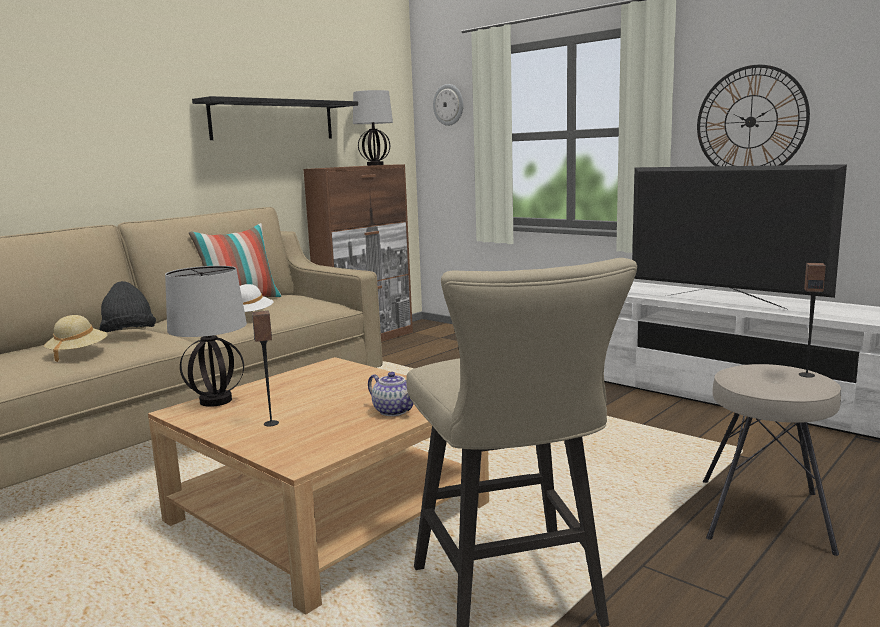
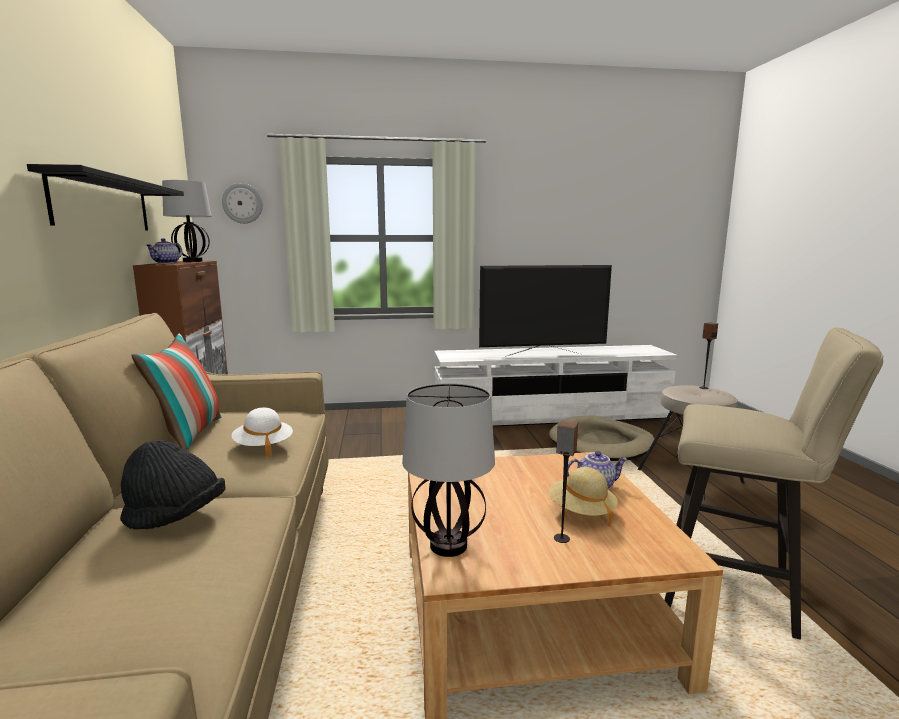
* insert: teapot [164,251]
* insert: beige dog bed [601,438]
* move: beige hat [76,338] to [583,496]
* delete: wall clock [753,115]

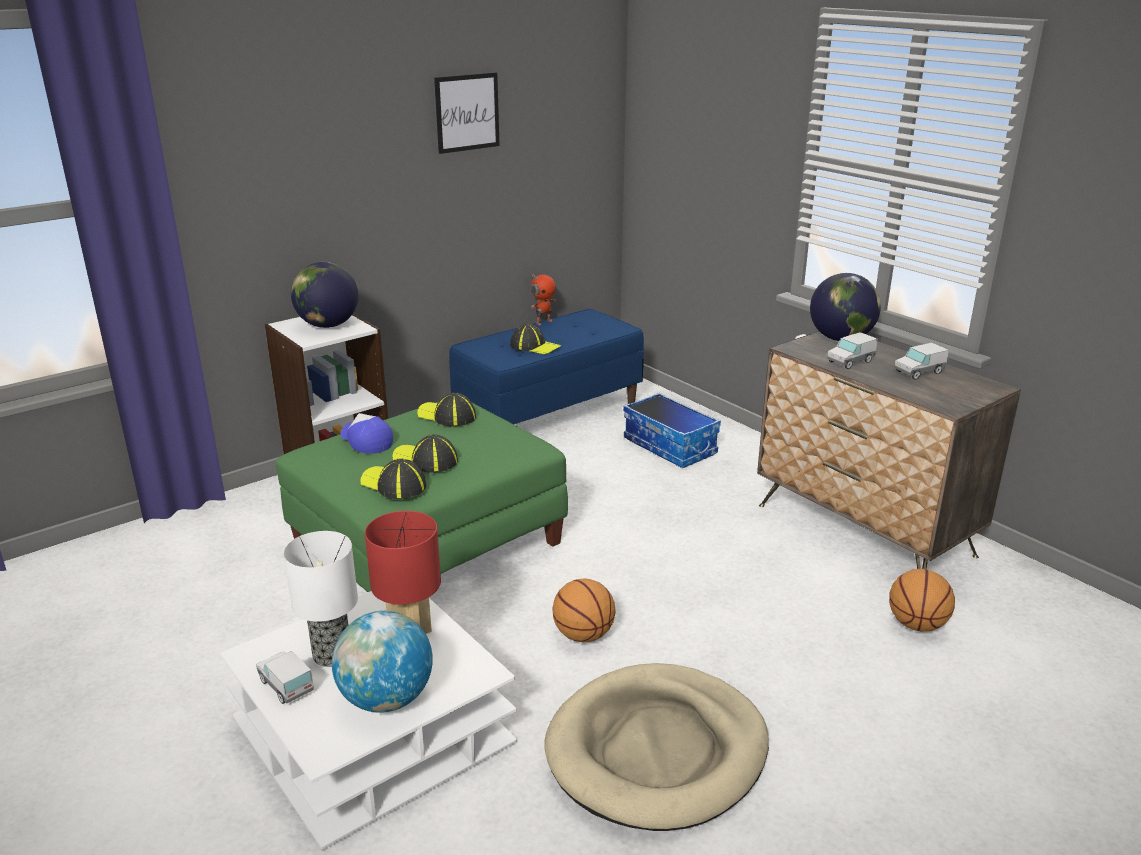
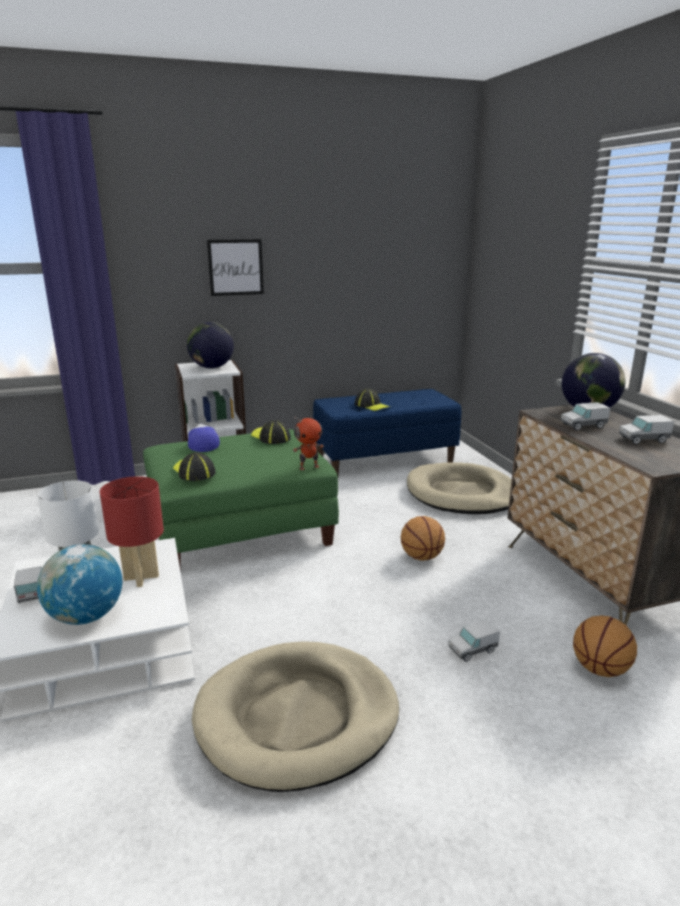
* move: picture [467,113] to [235,267]
* move: toy robot [543,299] to [308,443]
* move: basketball [584,611] to [423,538]
* replace: storage box [672,430] to beige dog bed [459,488]
* insert: toy truck [474,640]
* delete: cap [425,453]

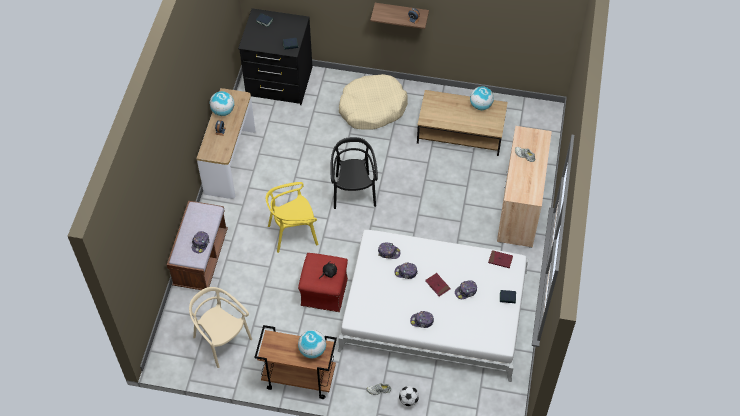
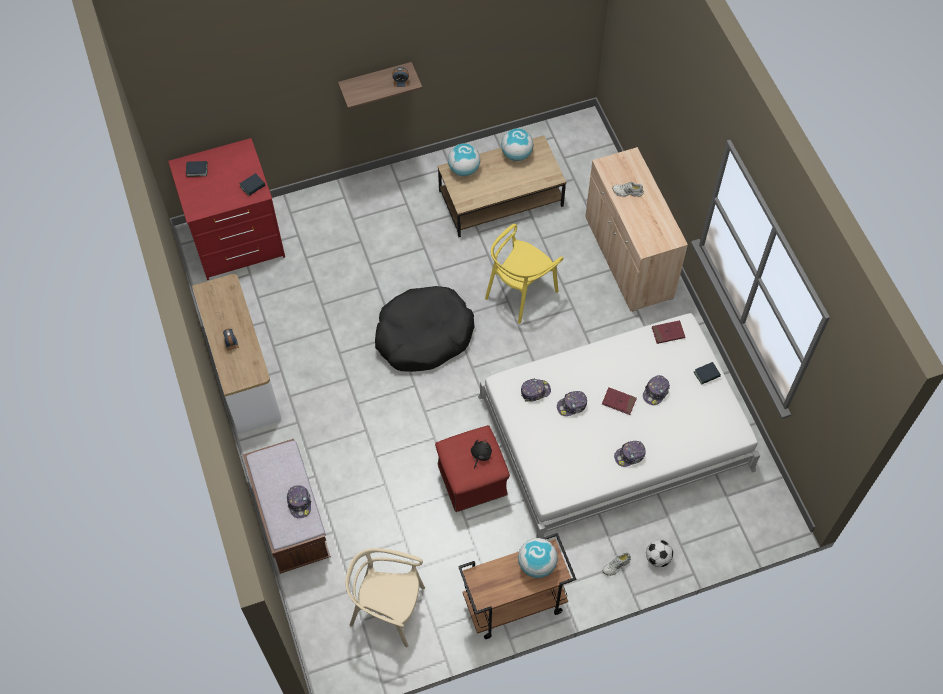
* recolor: black dresser [275,56] to red dresser [226,209]
* replace: black chair [354,173] to black dog bed [425,329]
* move: globe [222,103] to [464,159]
* move: yellow chair [292,217] to [524,274]
* delete: beige dog bed [373,102]

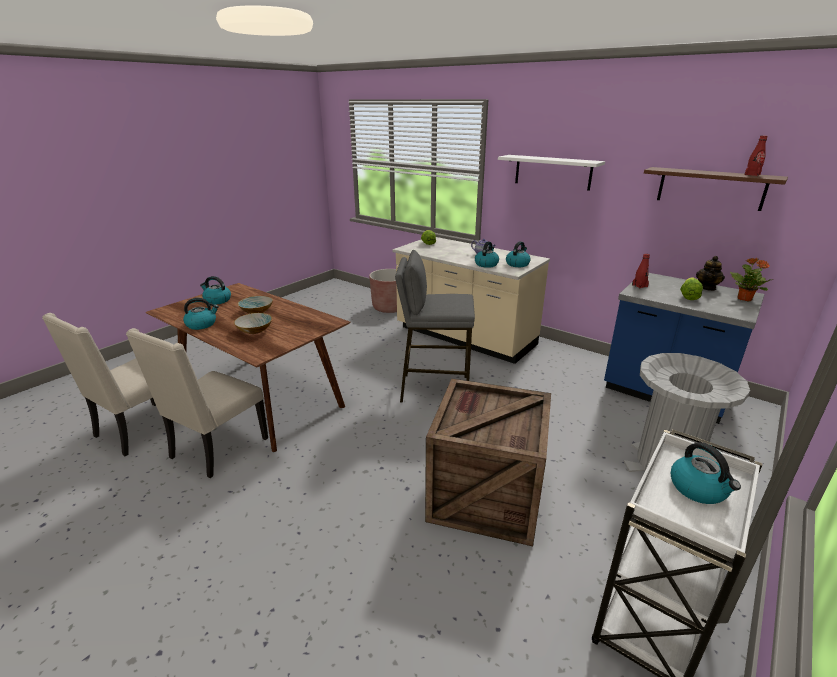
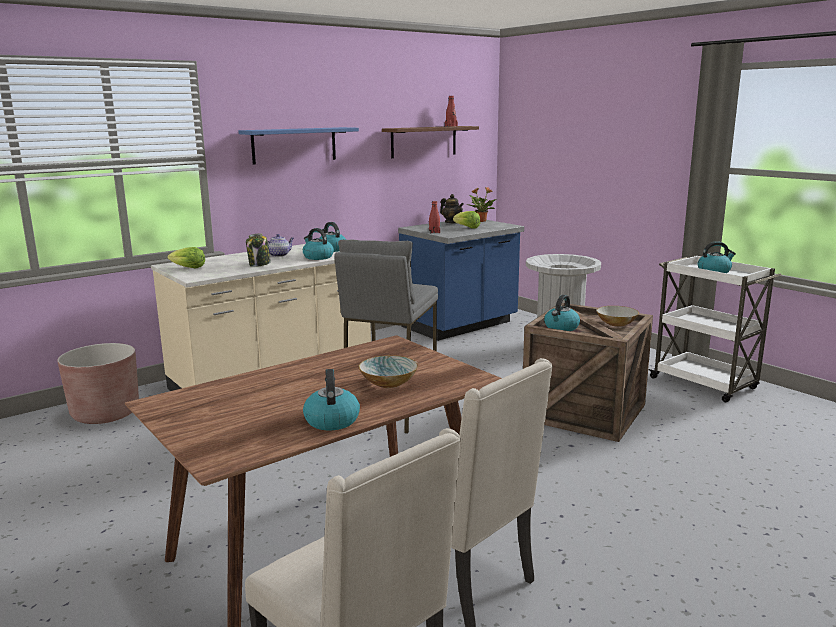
* recolor: white shelf [551,173] to blue shelf [298,146]
* insert: jar [258,250]
* move: kettle [215,290] to [562,313]
* move: bowl [255,305] to [617,316]

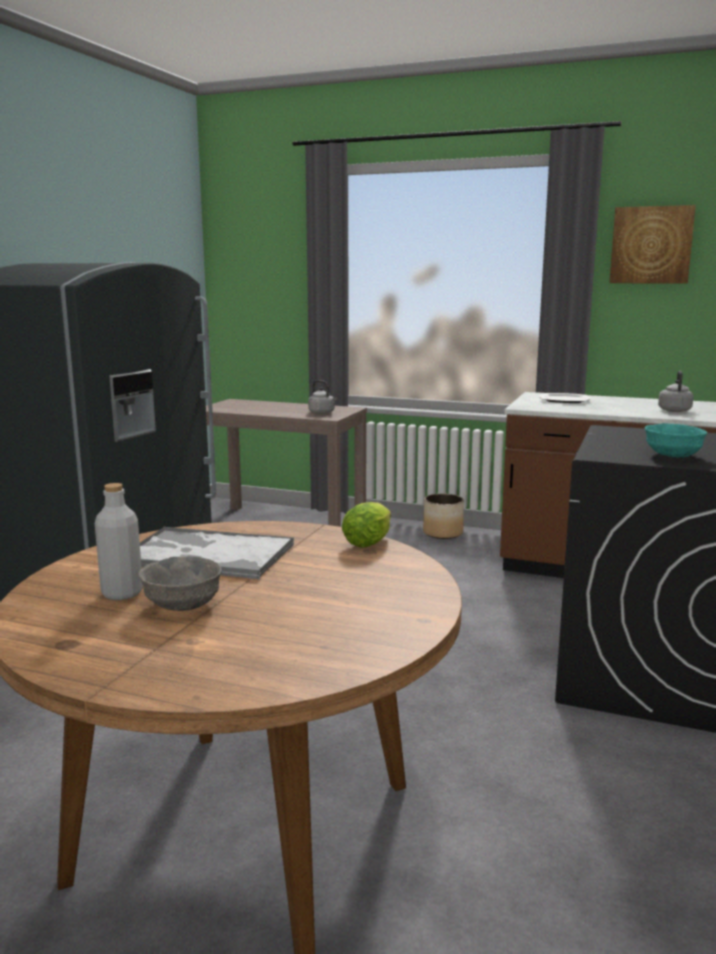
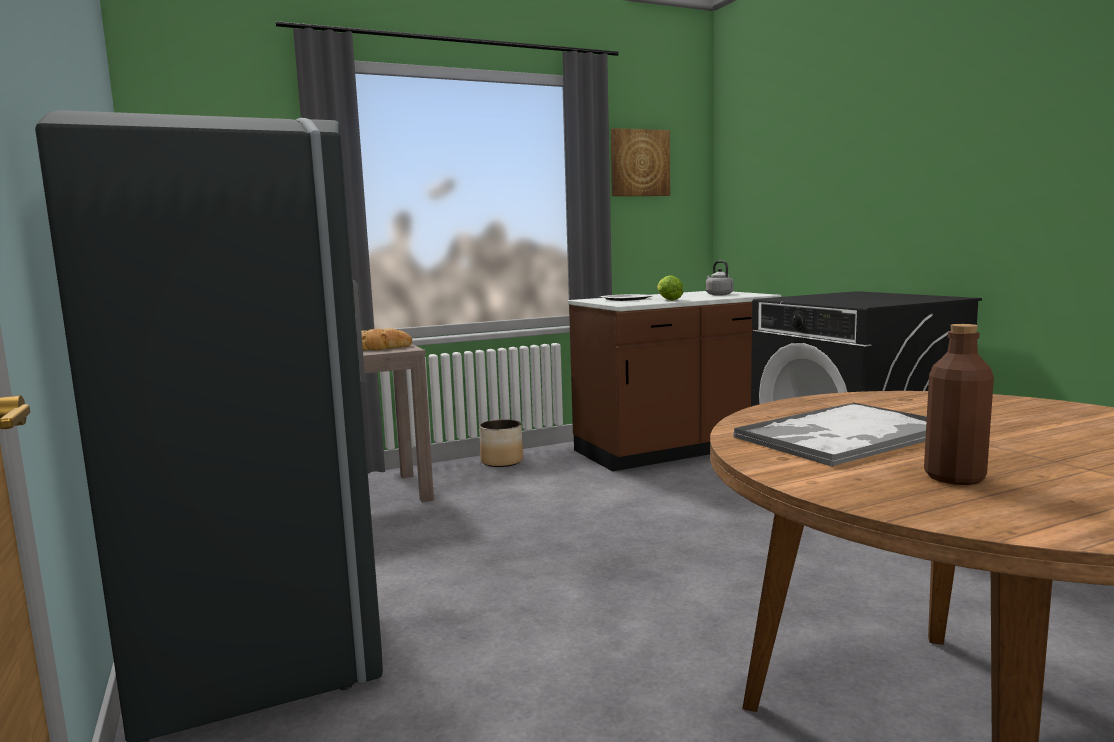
* replace: grey kettle [322,397] to bread [386,339]
* move: lettuce [366,525] to [670,288]
* recolor: grey bottle [119,541] to brown bottle [959,404]
* delete: grey bowl [180,583]
* delete: turquoise bowl [676,440]

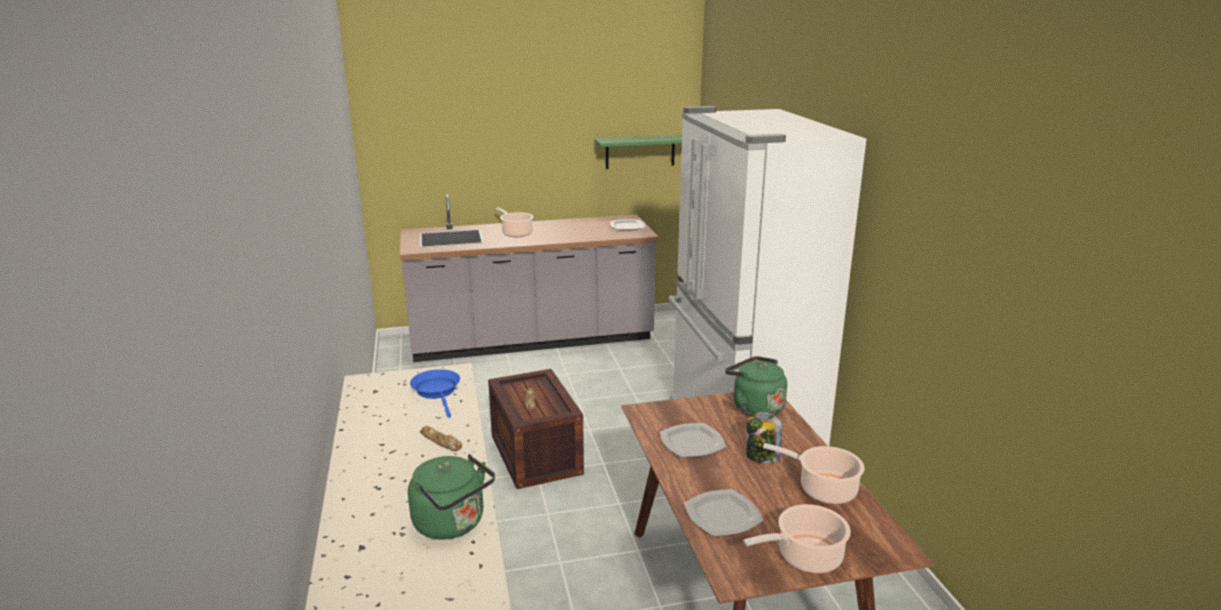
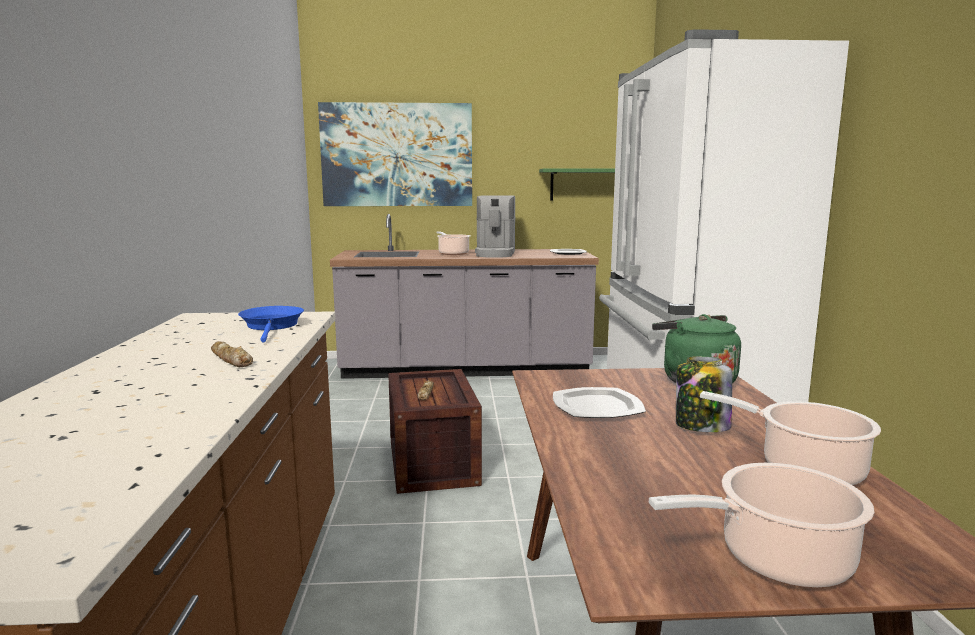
* insert: picture [395,154]
* insert: coffee machine [495,226]
* delete: green kettle [451,497]
* delete: plate [723,513]

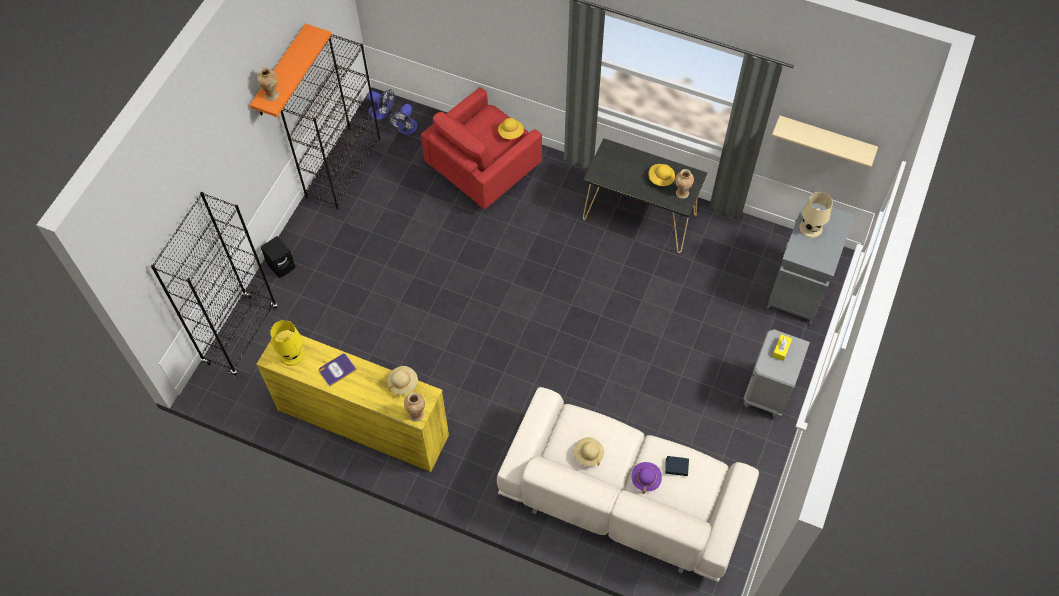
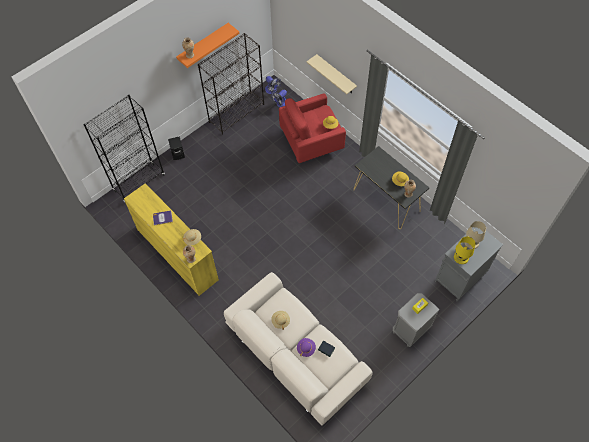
* move: beige shelf [825,141] to [332,74]
* move: yellow table lamp [287,343] to [465,250]

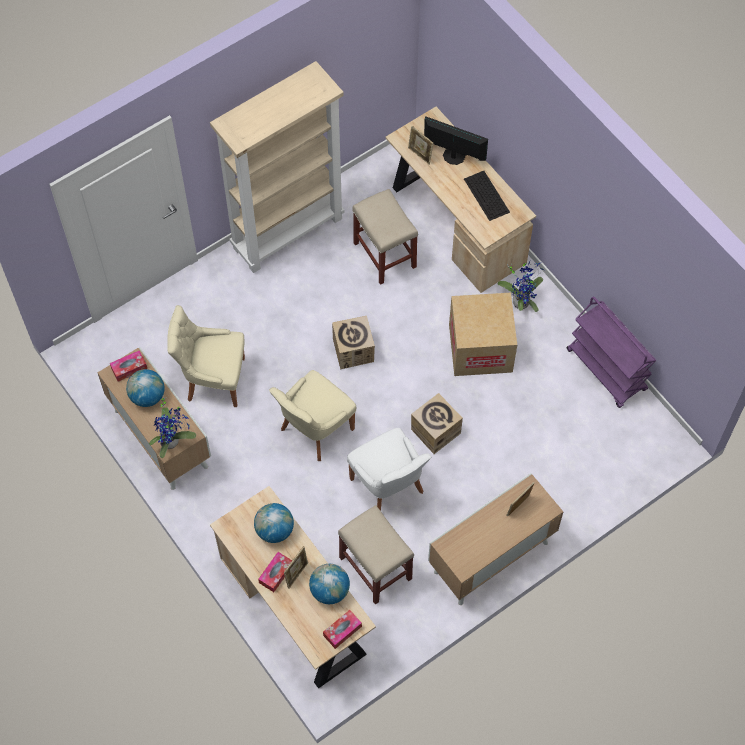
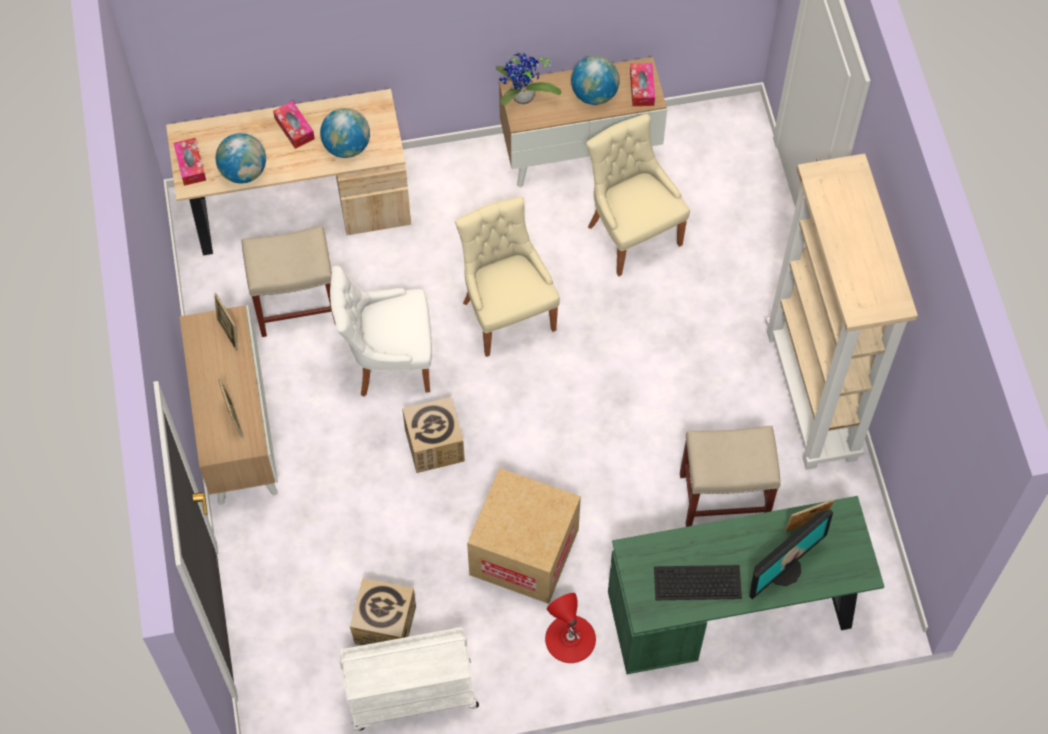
* move: picture frame [296,567] to [226,322]
* recolor: purple cart [611,352] to white cart [409,679]
* move: cardboard box [353,342] to [383,611]
* replace: potted plant [521,286] to red table lamp [570,628]
* rotate: beige chair [206,356] = [638,195] 60 degrees counterclockwise
* recolor: beige desk [460,200] to green desk [746,585]

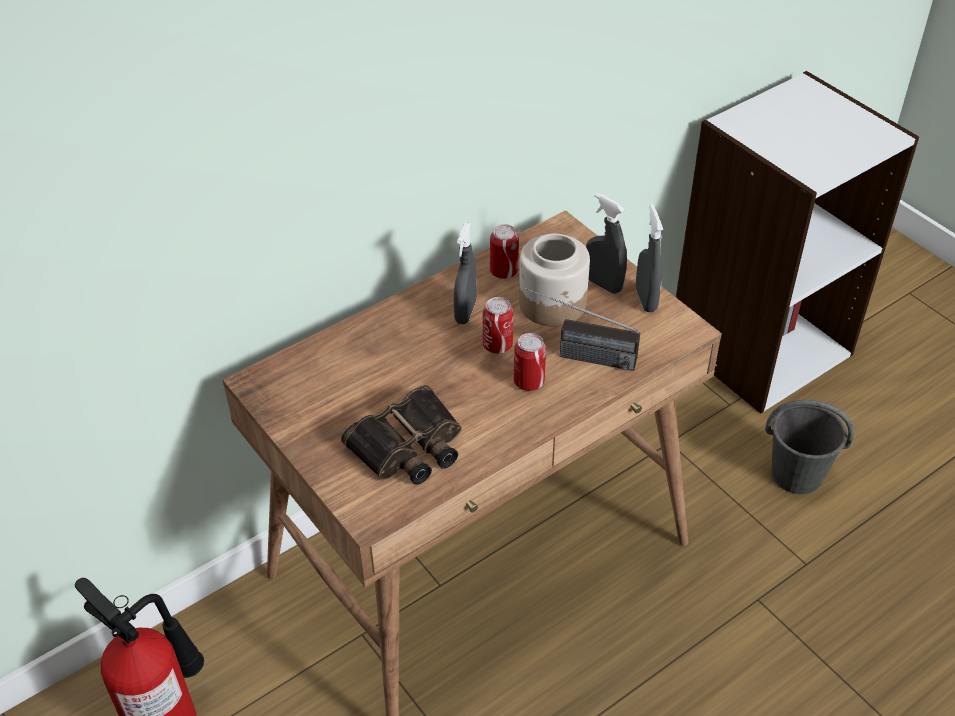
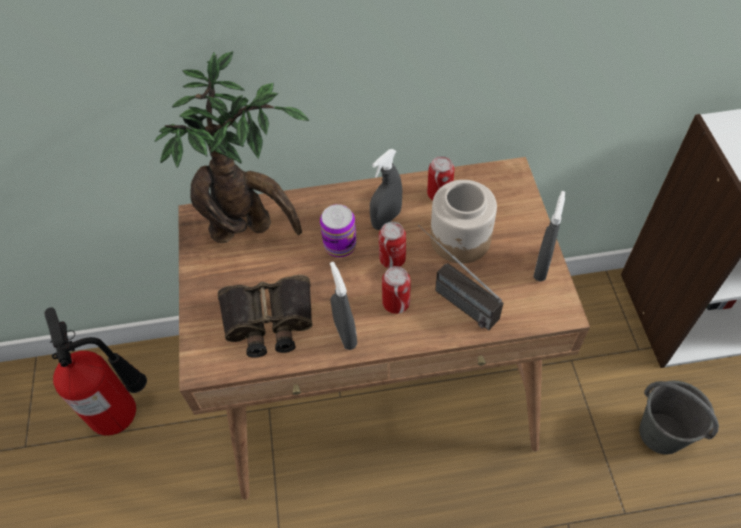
* insert: potted plant [232,147]
* insert: can [338,230]
* move: grey spray bottle [606,243] to [343,306]

